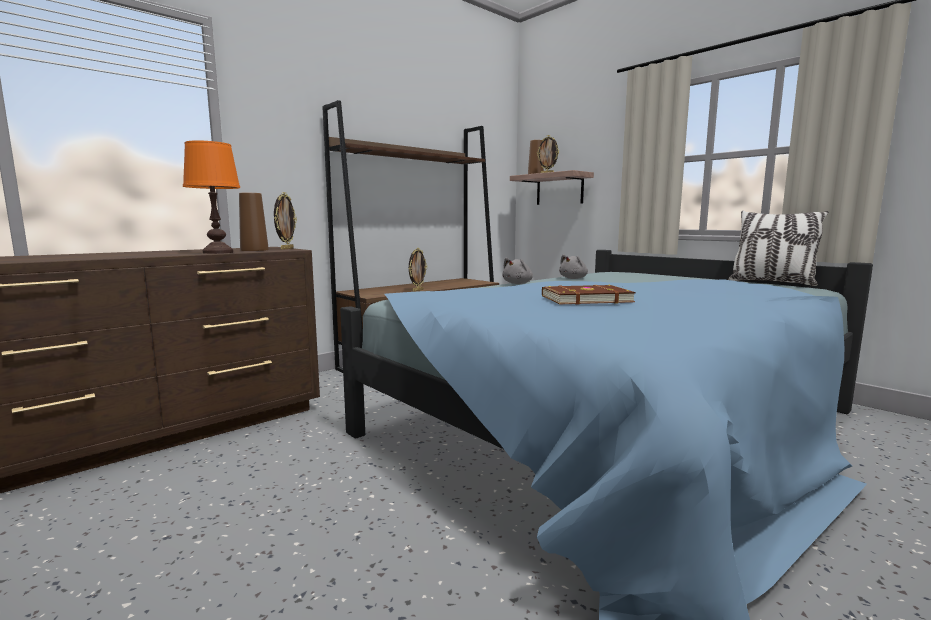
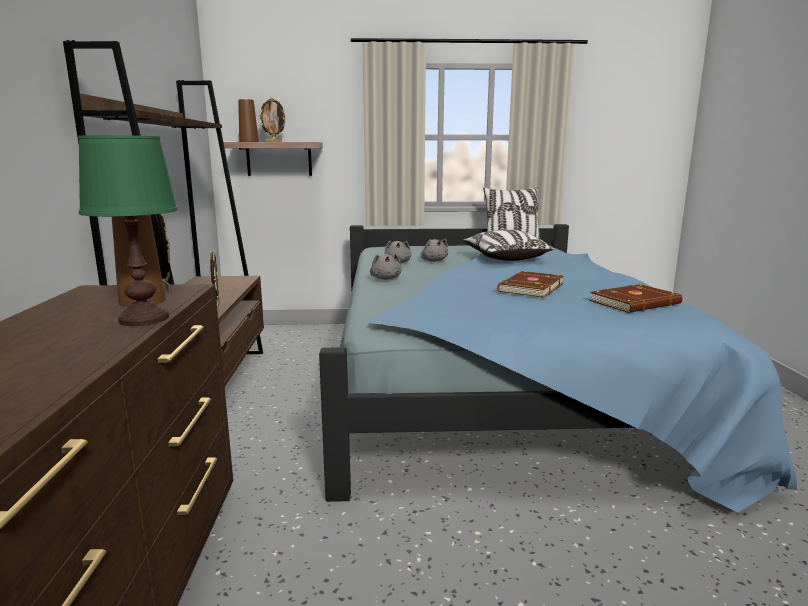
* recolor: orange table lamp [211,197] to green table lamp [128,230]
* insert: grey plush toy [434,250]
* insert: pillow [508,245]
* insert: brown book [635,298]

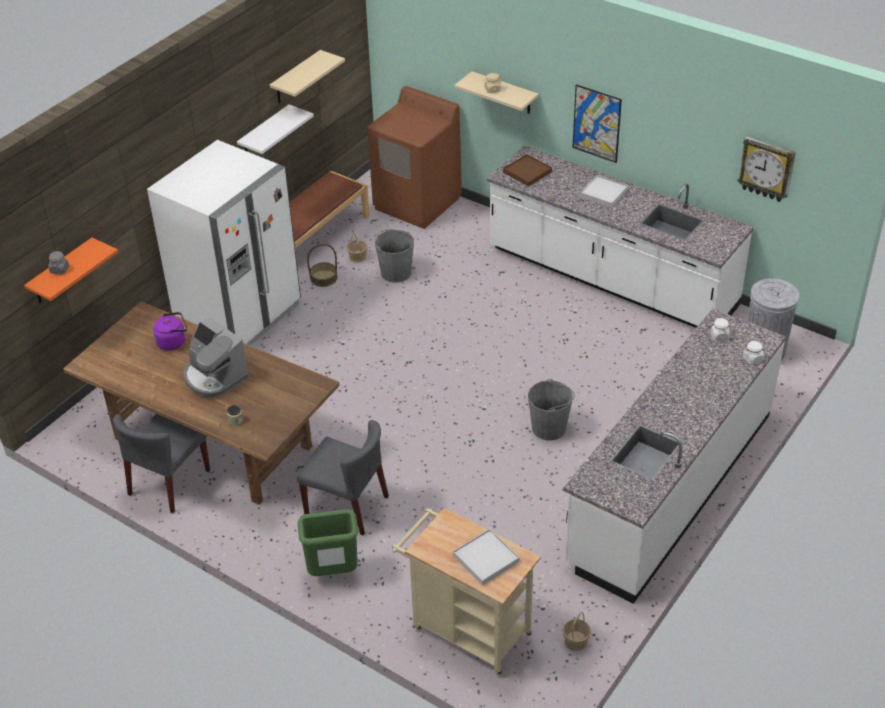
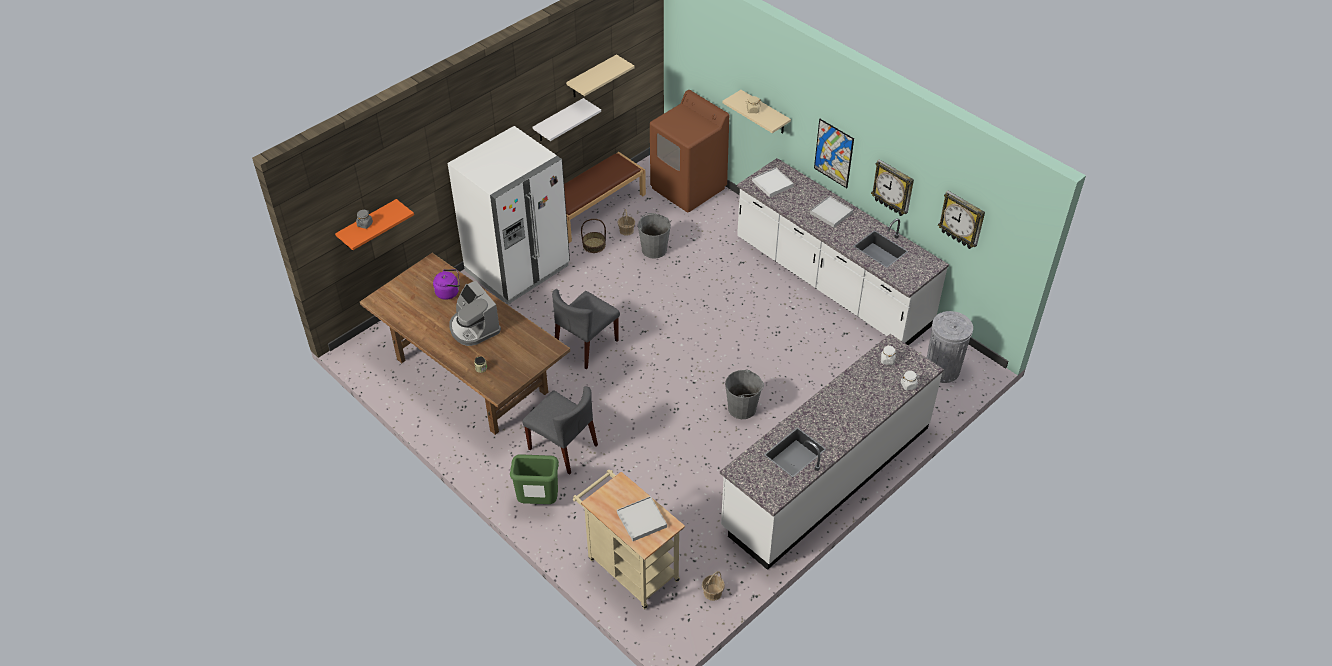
* move: grey chair [161,463] to [586,329]
* recolor: brown tray [527,170] to white tray [773,182]
* insert: wall clock [892,187]

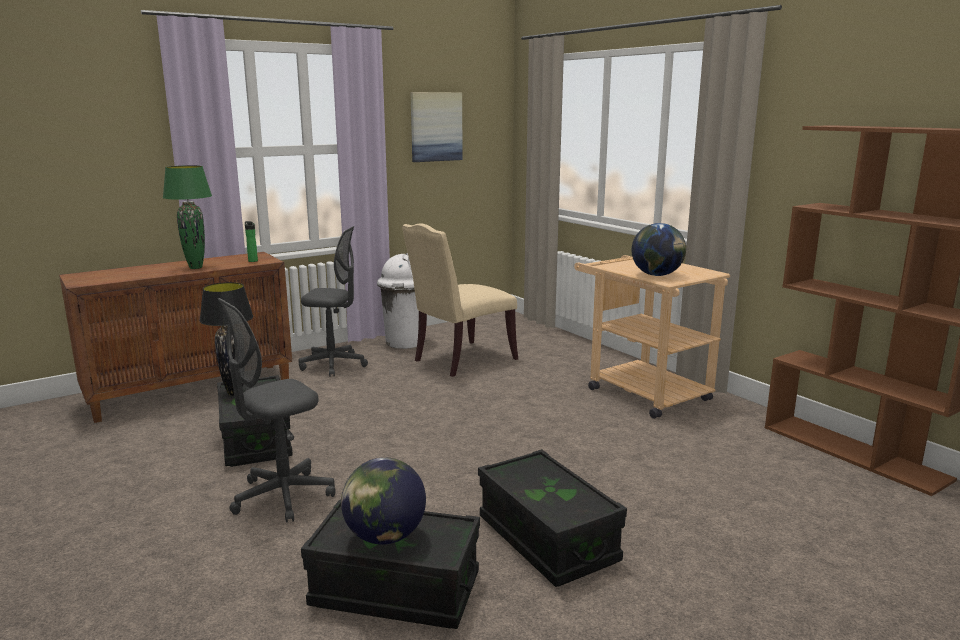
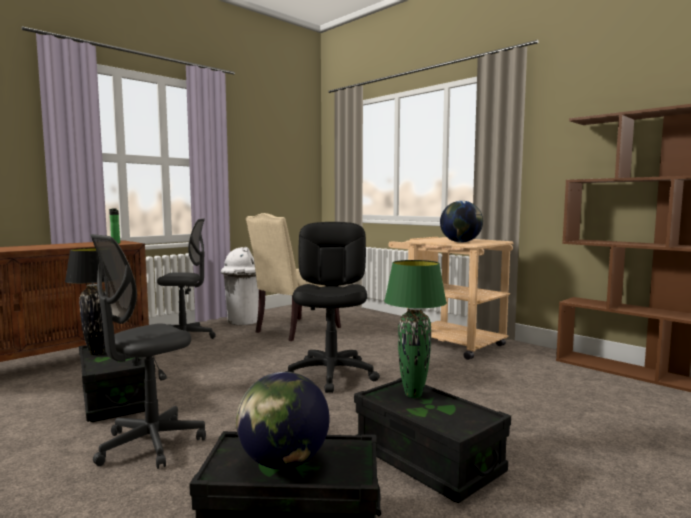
* insert: black office chair [332,307]
* move: green table lamp [187,217] to [415,329]
* delete: picture [436,127]

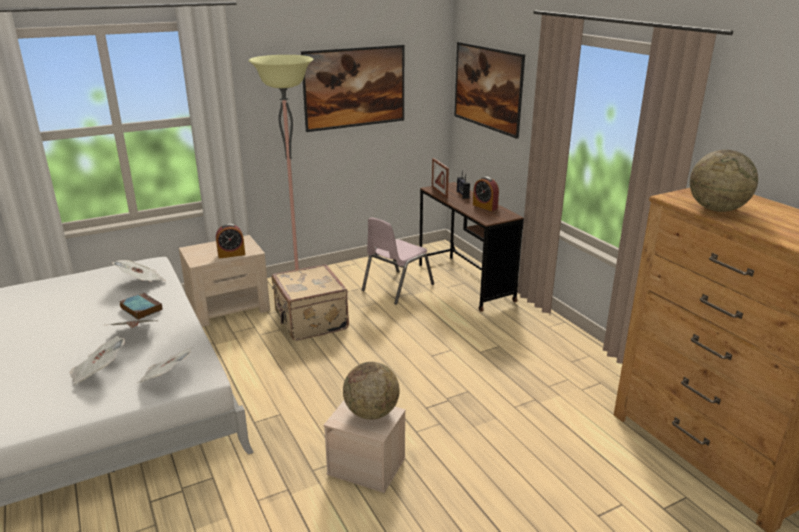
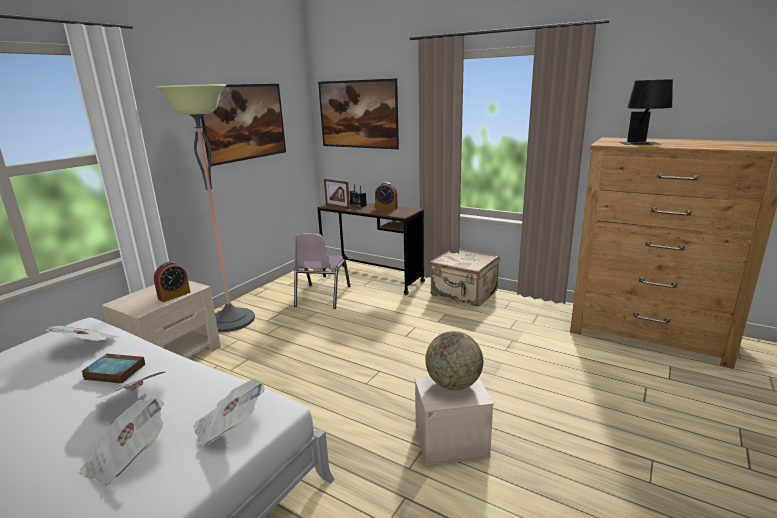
* move: beige suitcase [310,302] to [465,278]
* replace: globe [724,181] to black table lamp [646,112]

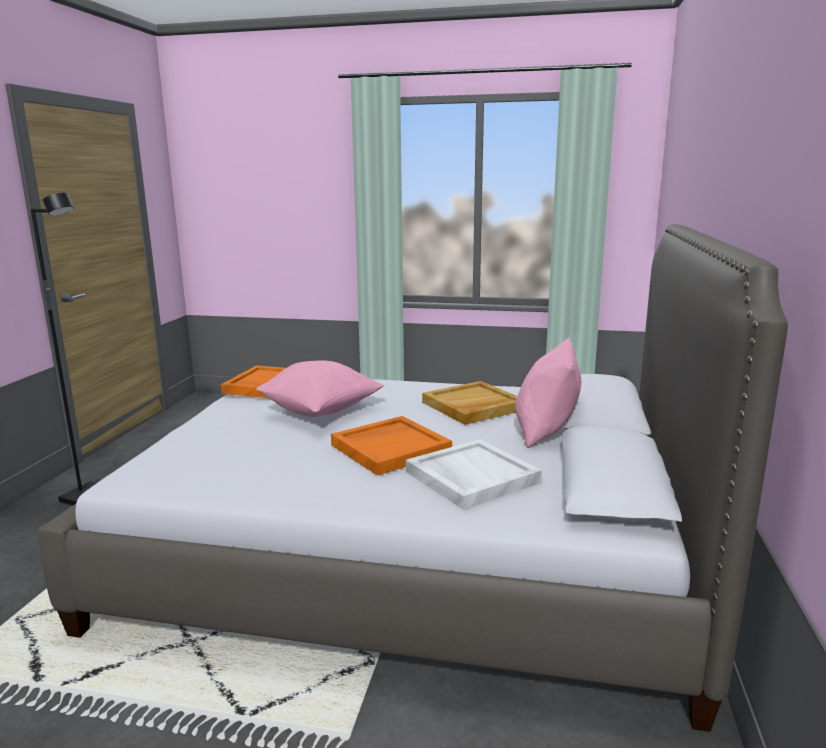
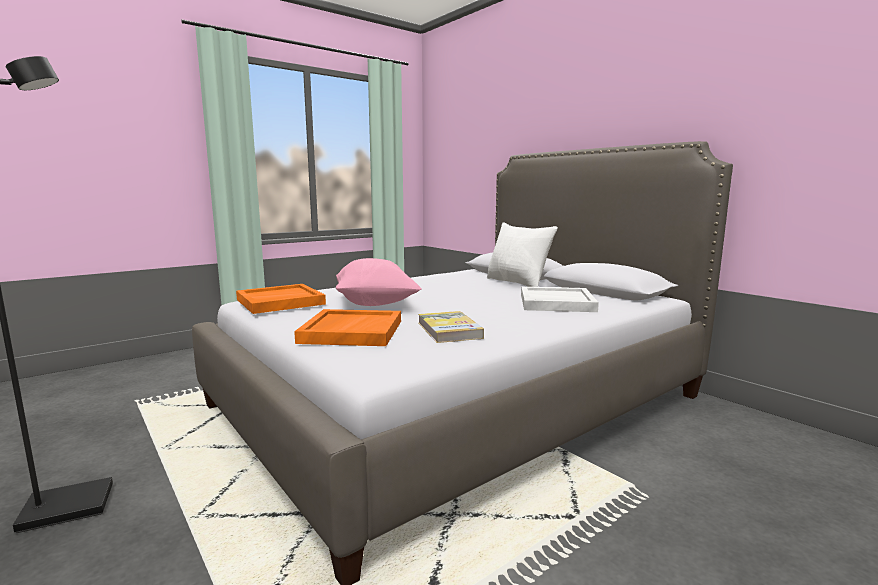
* move: orange tray [391,446] to [347,327]
* insert: book [451,327]
* recolor: pink pillow [548,392] to white pillow [522,255]
* delete: beige tray [469,403]

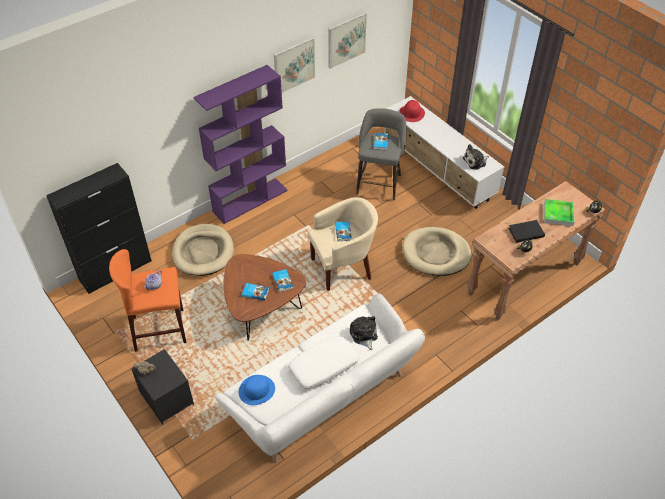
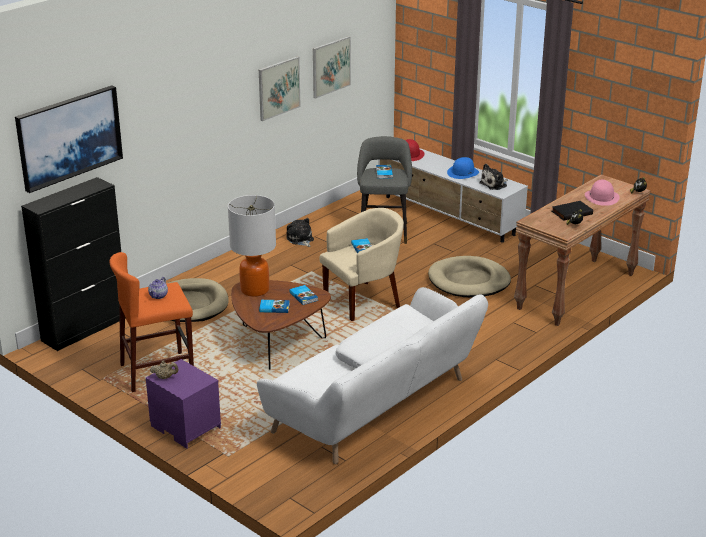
* insert: picture [69,139]
* recolor: black nightstand [162,387] to purple nightstand [183,404]
* insert: table lamp [252,246]
* move: plush toy [364,333] to [300,232]
* move: blue hat [257,390] to [463,168]
* replace: tray [559,212] to pink hat [602,193]
* delete: purple bookcase [240,144]

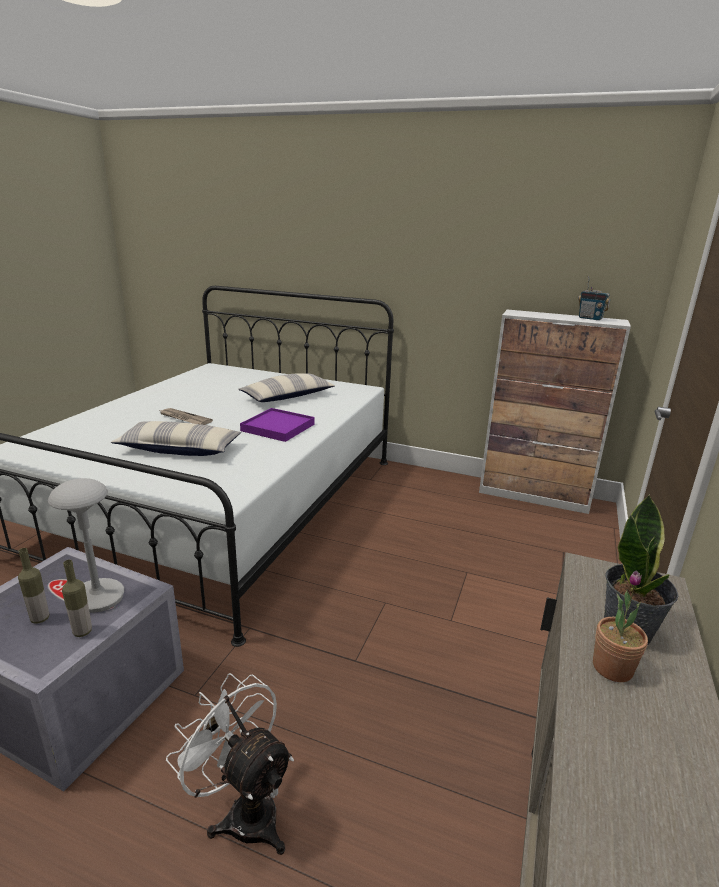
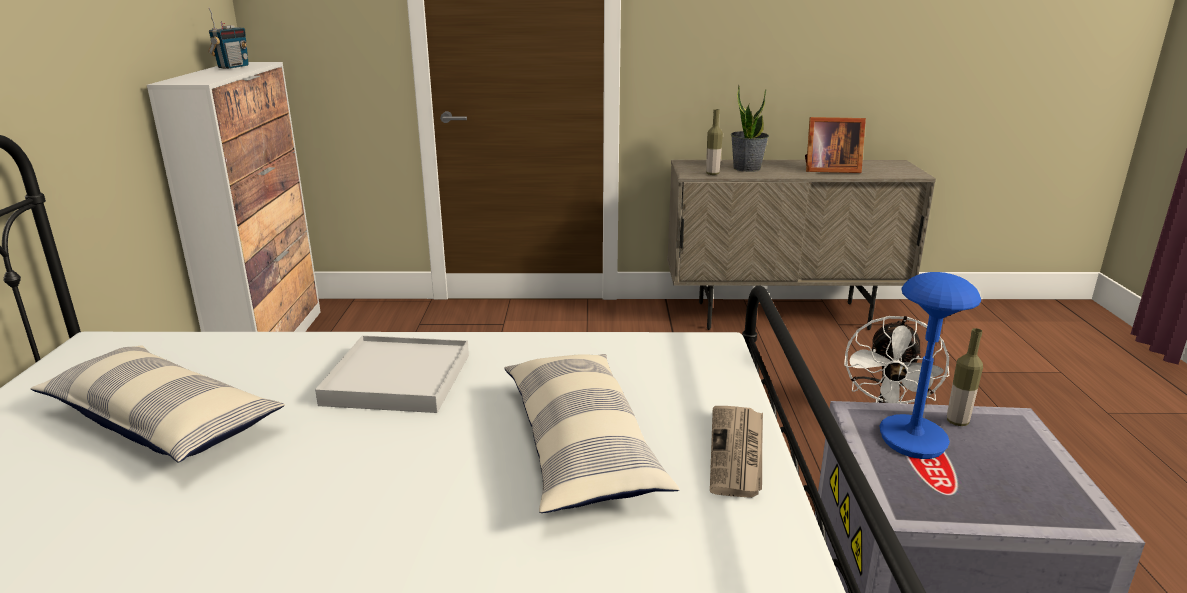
* recolor: purple tray [277,425] to white tray [392,374]
* move: bottle [33,586] to [714,142]
* move: newspaper [186,416] to [736,452]
* insert: picture frame [835,145]
* recolor: grey table lamp [86,545] to blue table lamp [930,365]
* delete: potted plant [620,626]

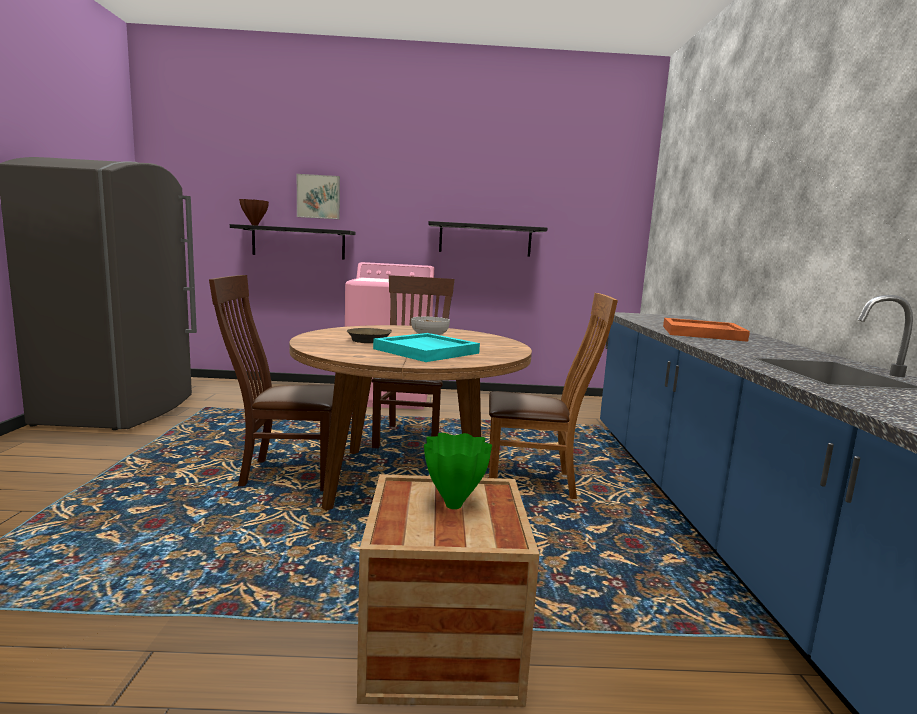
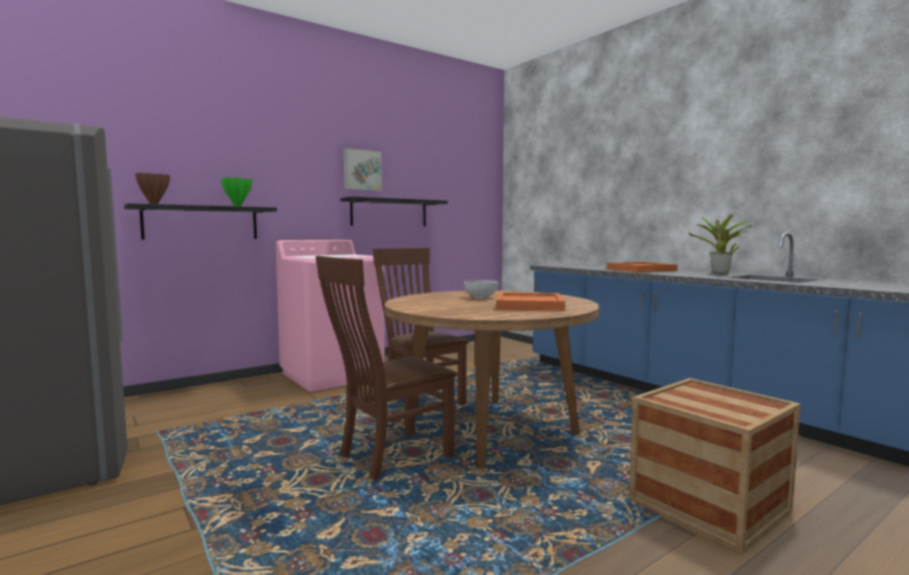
* move: green vase [458,471] to [236,191]
* move: picture [318,196] to [362,169]
* recolor: turquoise tray [426,347] to orange tray [531,301]
* insert: potted plant [719,244]
* delete: brown frying pan [369,335]
* delete: brown chair [553,396]

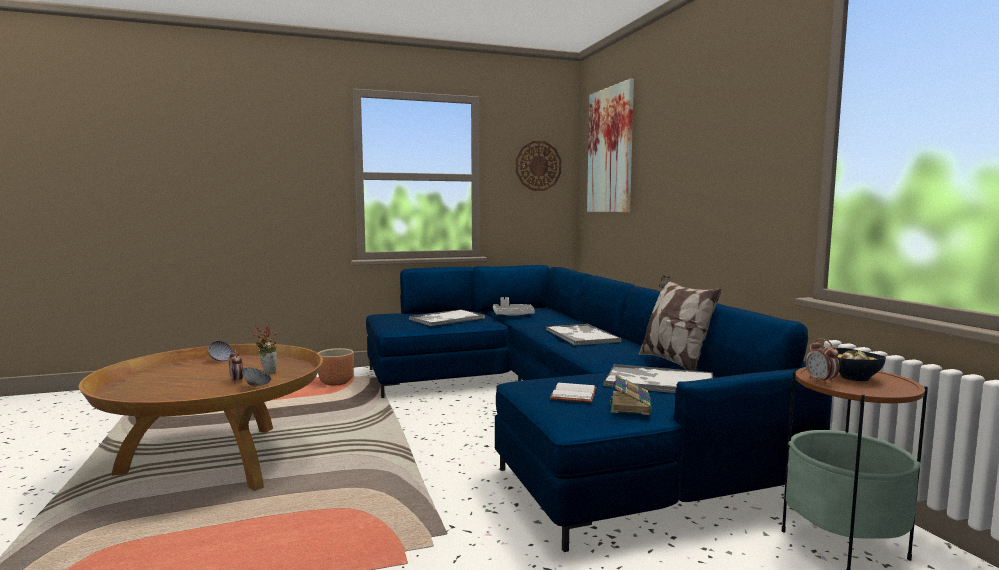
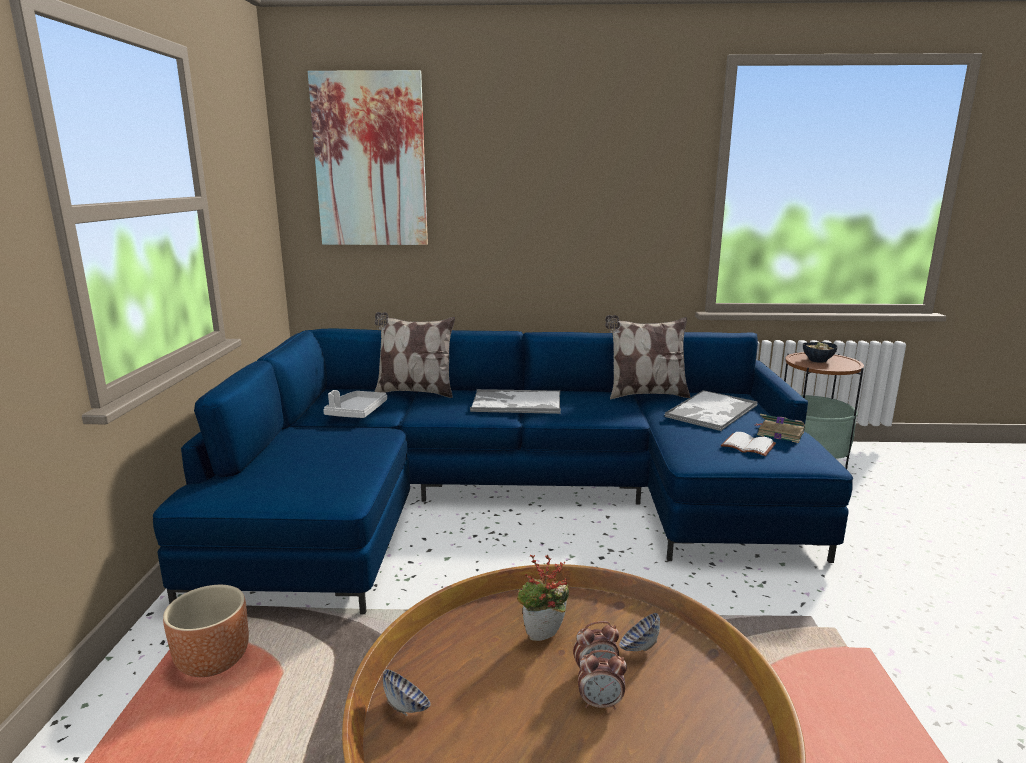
* insert: pillow [414,355]
* move: alarm clock [822,361] to [602,679]
* delete: tray [447,317]
* delete: wall clock [538,166]

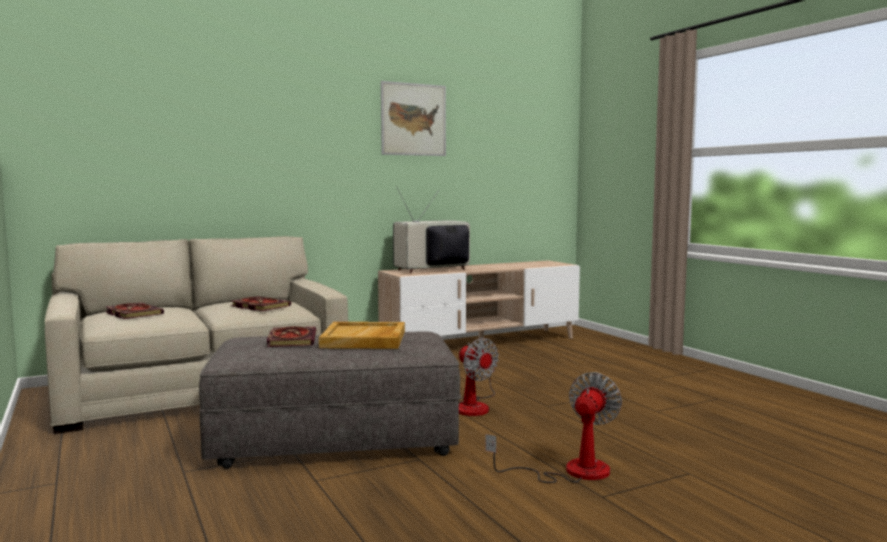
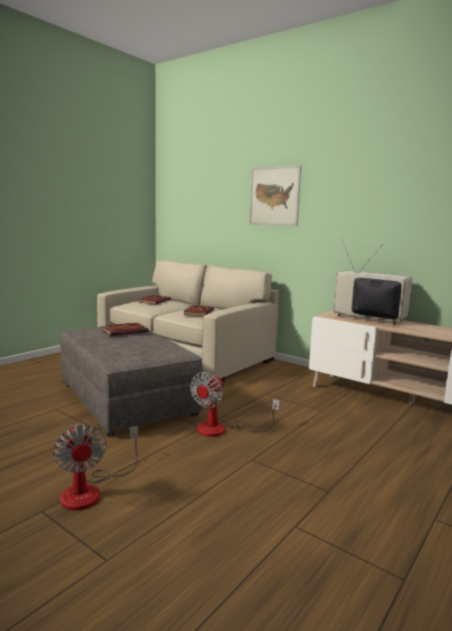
* rotate: fan [553,427] = [95,467] 60 degrees clockwise
* move: picture [413,118] to [275,196]
* delete: beige tray [362,335]

